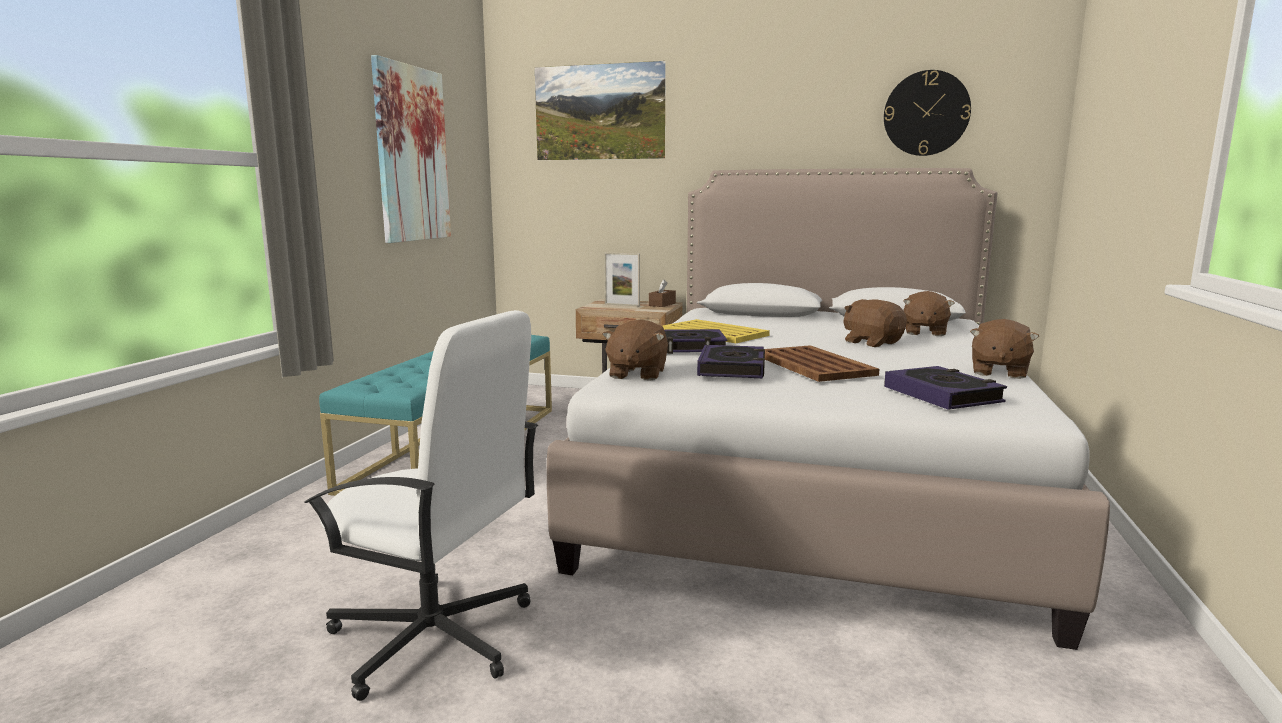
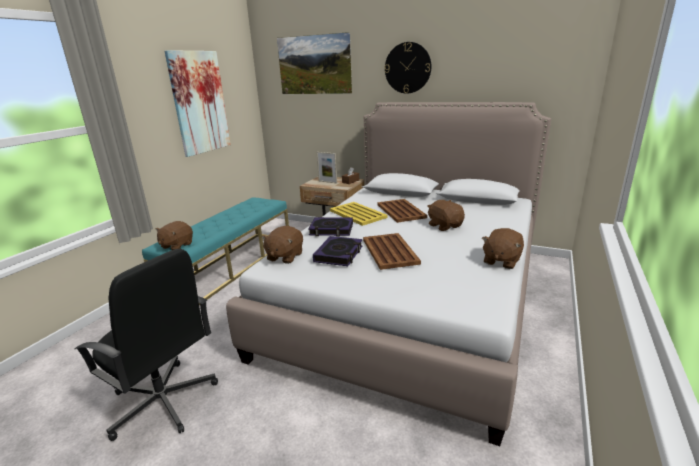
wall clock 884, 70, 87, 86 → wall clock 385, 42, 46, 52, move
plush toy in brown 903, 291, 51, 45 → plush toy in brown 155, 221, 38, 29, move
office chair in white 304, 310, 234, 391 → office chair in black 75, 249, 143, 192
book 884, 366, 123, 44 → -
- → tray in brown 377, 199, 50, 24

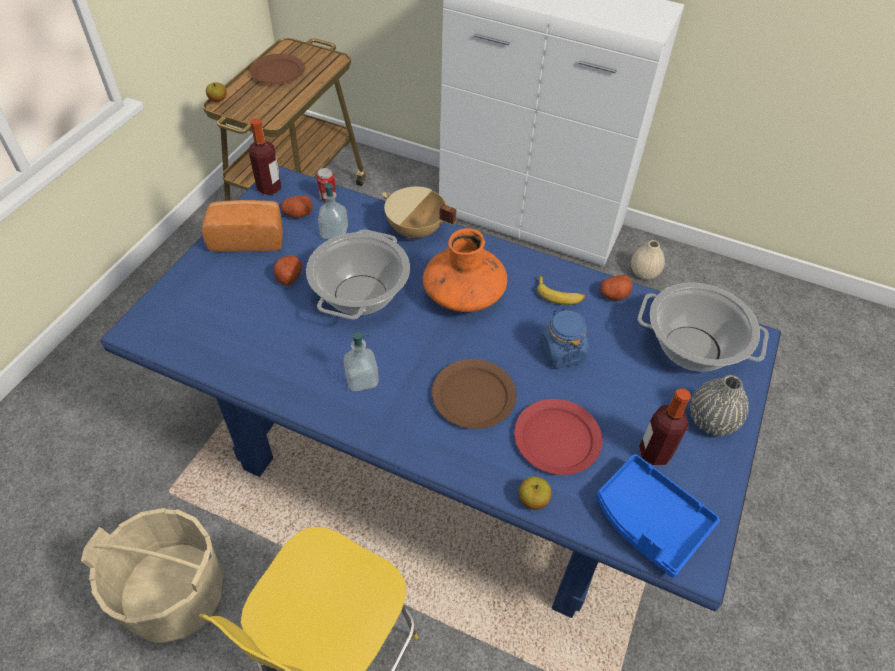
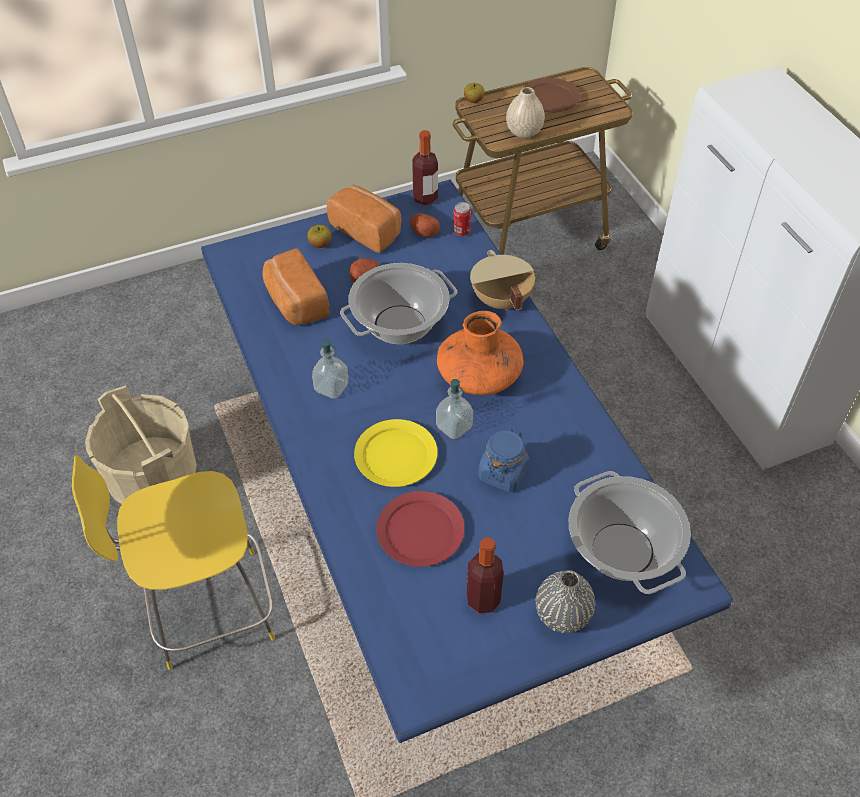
soap dispenser 318, 183, 30, 56 → soap dispenser 436, 379, 37, 60, move
vase in beige 631, 240, 34, 40 → vase in beige 506, 87, 39, 51, move
potato 600, 275, 33, 26 → -
banana 537, 276, 49, 29 → -
plate in brown 432, 359, 84, 70 → plate in yellow 354, 419, 84, 68
tray in blue 596, 454, 124, 124 → -
apple 519, 477, 33, 33 → apple 307, 225, 25, 23, move
- → bread 262, 248, 67, 77

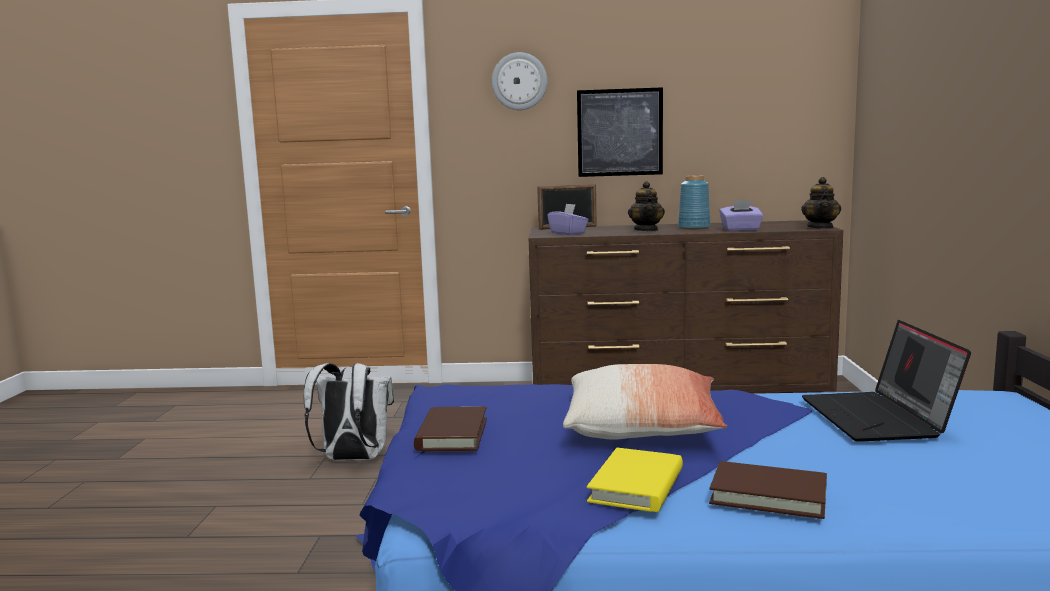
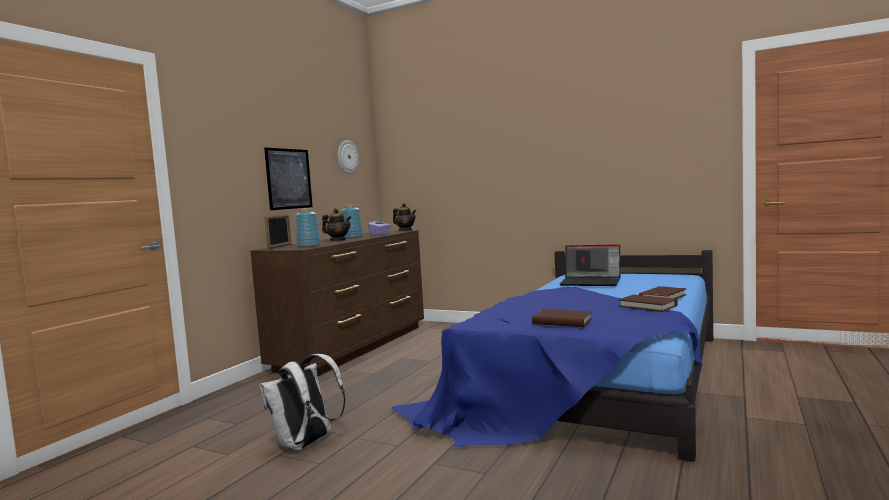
wall clock 492, 52, 56, 58 → wall clock 338, 140, 21, 34, move
tissue box in purple 547, 204, 41, 31 → vase in blue 296, 208, 25, 40
pillow 563, 364, 164, 76 → -
book in yellow 587, 448, 96, 64 → book in brown 619, 295, 59, 17

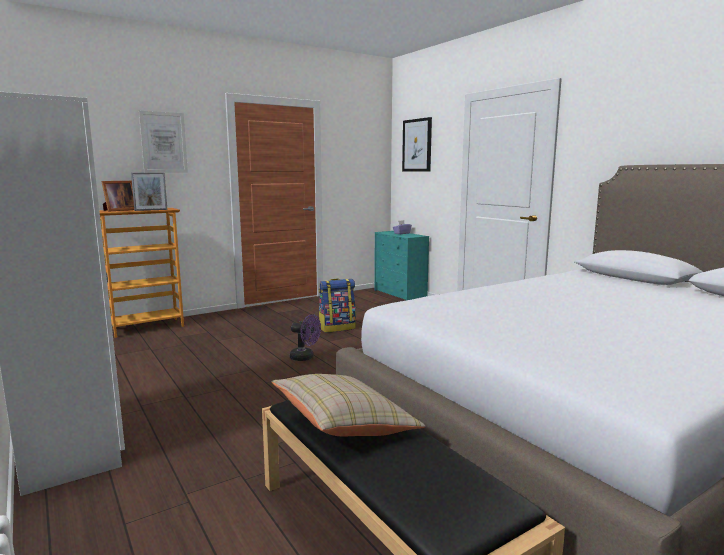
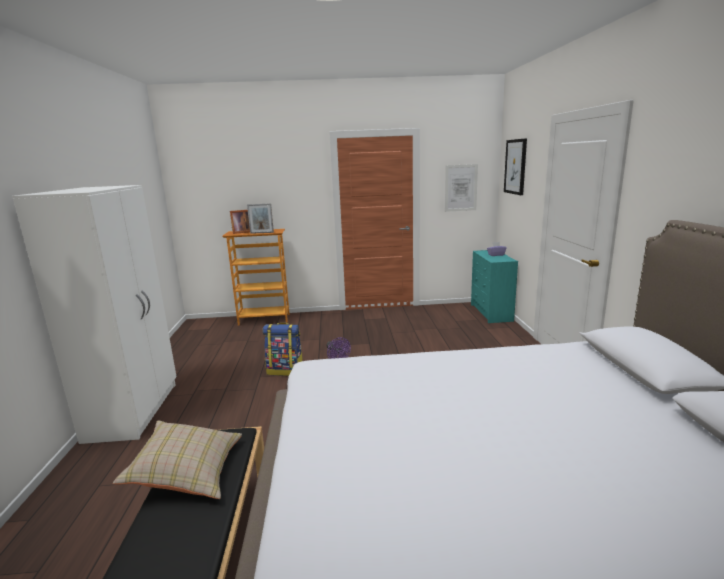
picture 139, 111, 49, 62 → picture 445, 164, 33, 48, move
backpack 319, 279, 37, 54 → backpack 262, 322, 41, 54, move

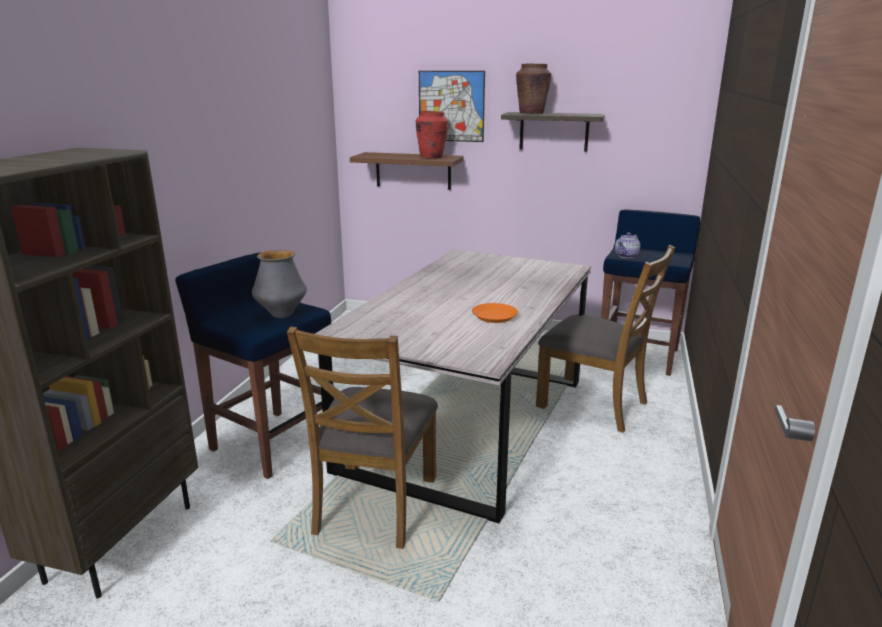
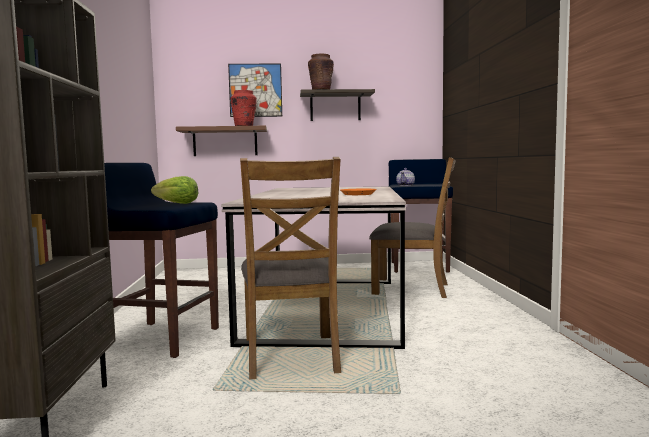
vase 252, 250, 55, 68 → lettuce 151, 176, 47, 28

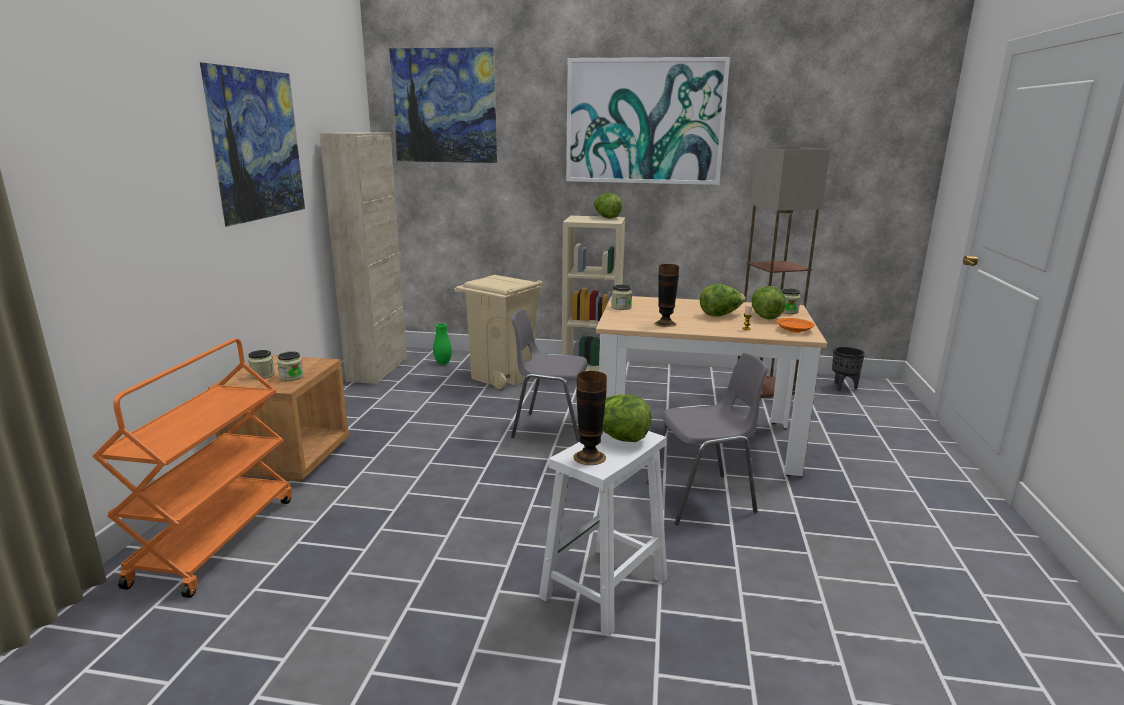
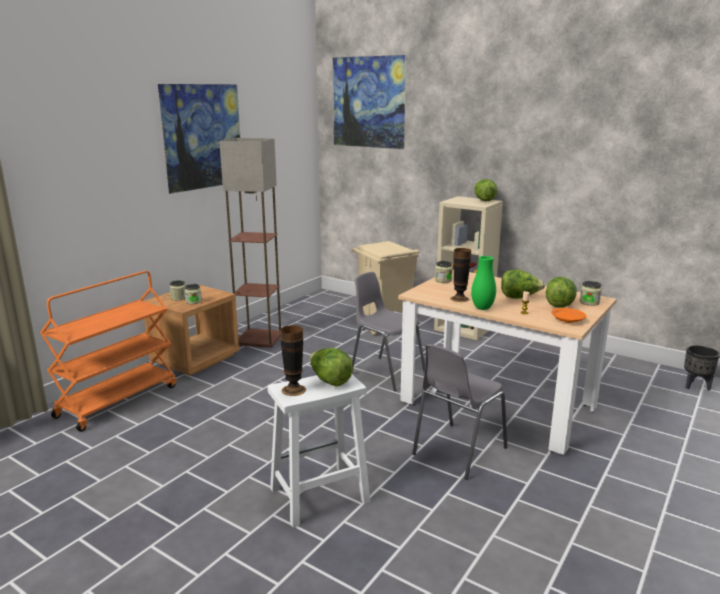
picture 566, 57, 164, 128 → -
cabinet in beige 320, 132, 87, 252 → -
floor lamp 737, 147, 93, 251 → floor lamp 219, 138, 62, 210, move
vase in green 433, 323, 19, 41 → vase in green 471, 256, 25, 54, move
chair in grey 646, 353, 122, 172 → chair in grey 412, 344, 95, 136, 120 degrees clockwise

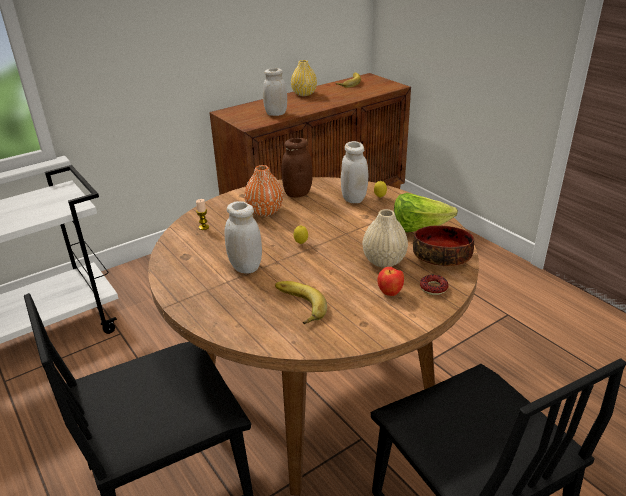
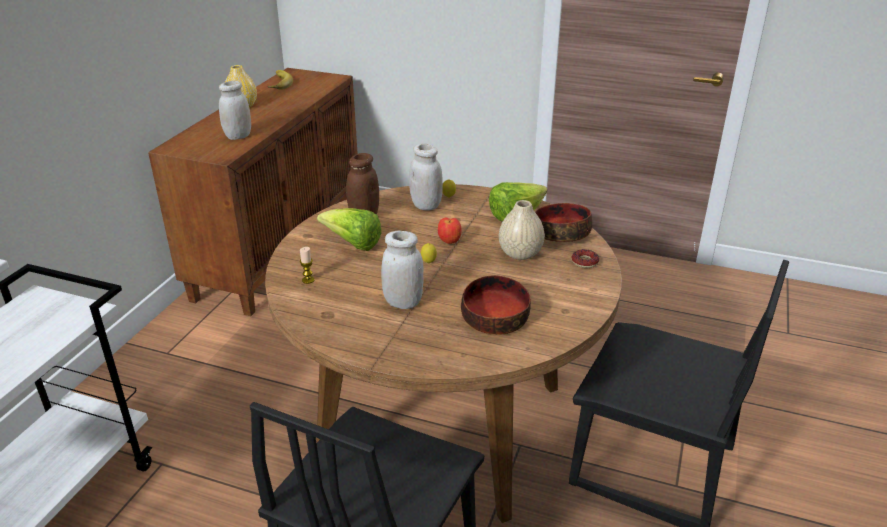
vase in orange 244, 165, 39, 51 → lettuce 317, 208, 64, 43
apple 378, 267, 26, 29 → apple 438, 218, 24, 26, move
banana 275, 281, 52, 43 → bowl 461, 275, 70, 60

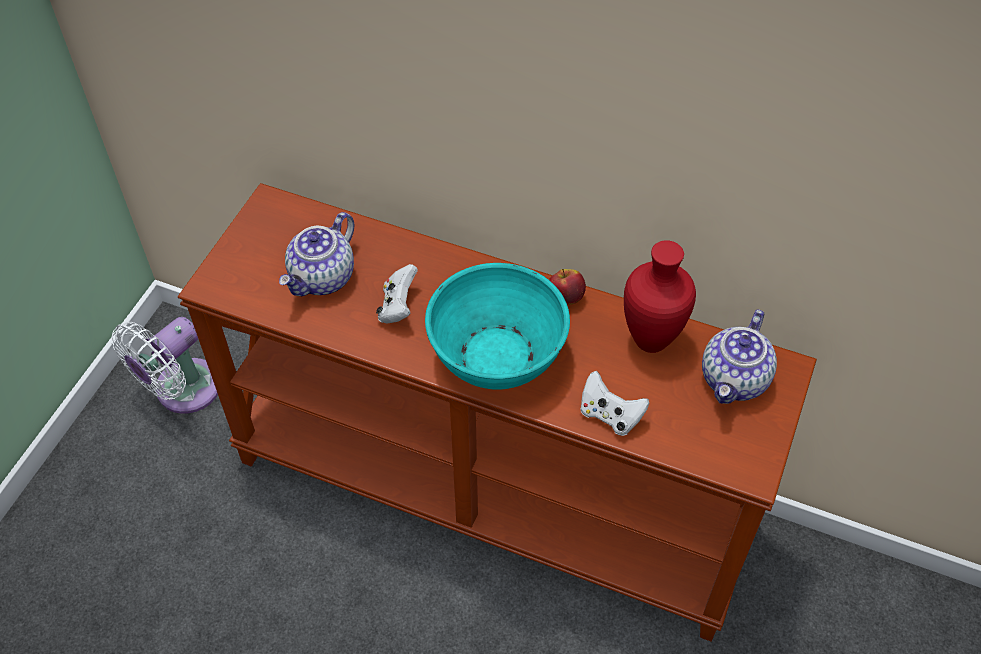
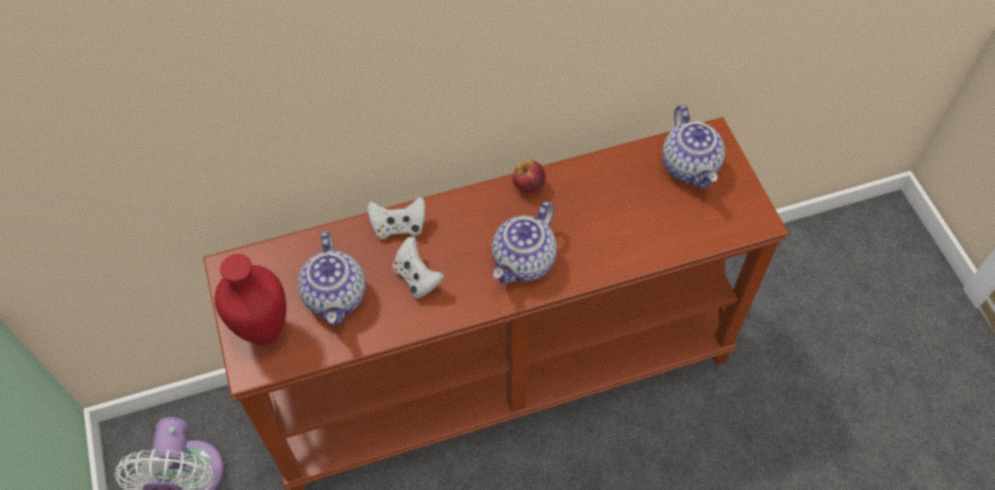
vase in red 624, 240, 72, 113 → vase in red 215, 254, 71, 91, move
bowl in turquoise 425, 263, 145, 127 → teapot 492, 201, 65, 83
game controller in white 580, 371, 69, 65 → game controller in white 367, 197, 58, 42, move

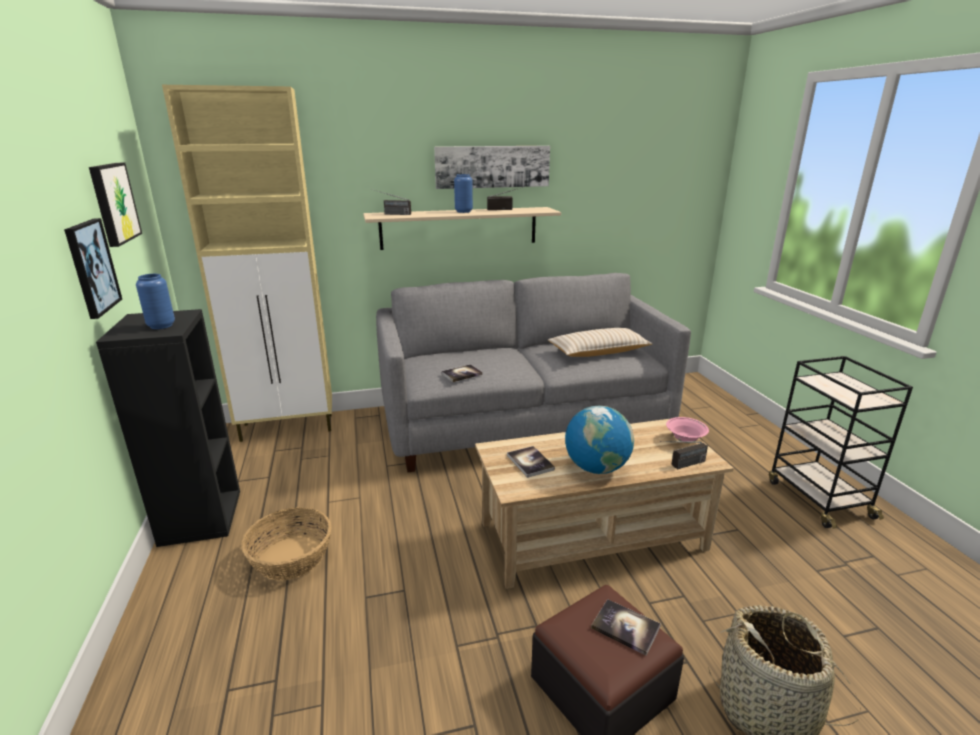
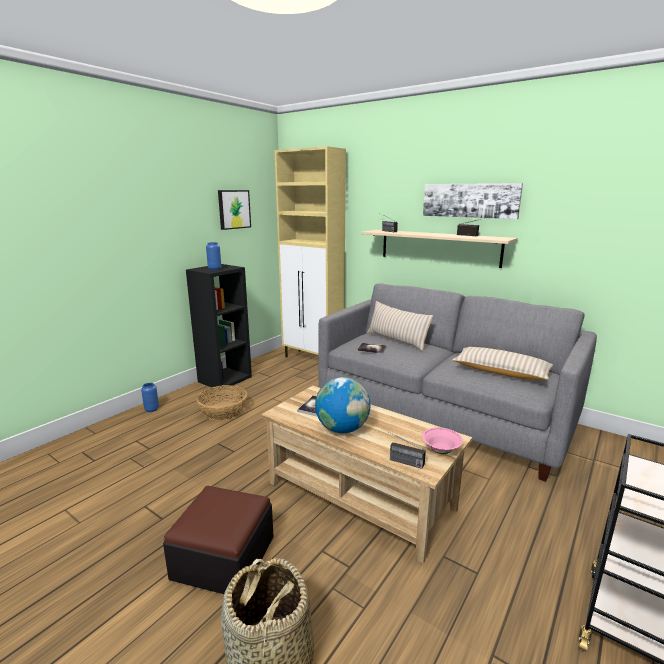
vase in blue 454, 174, 19, 39 → vase in blue 141, 383, 18, 29, move
picture 64, 218, 58, 101 → -
book 591, 599, 70, 57 → -
- → pillow in beige 367, 301, 66, 50

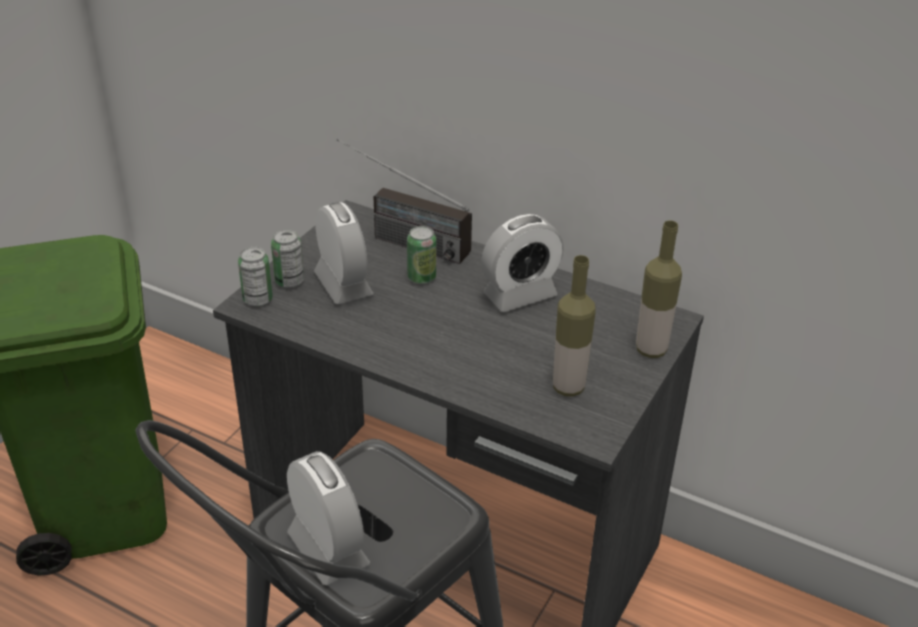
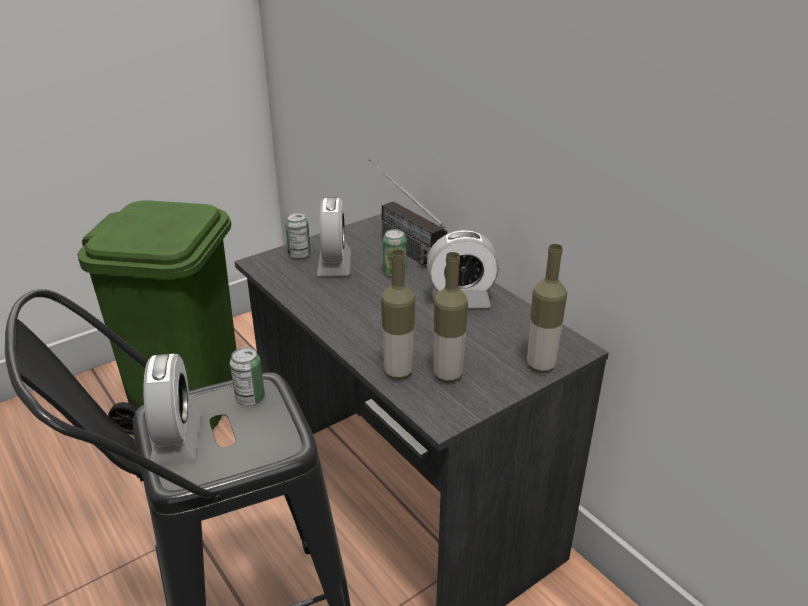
can 238, 247, 35, 59 → can 230, 347, 35, 59, move
- → bottle 381, 249, 34, 131

